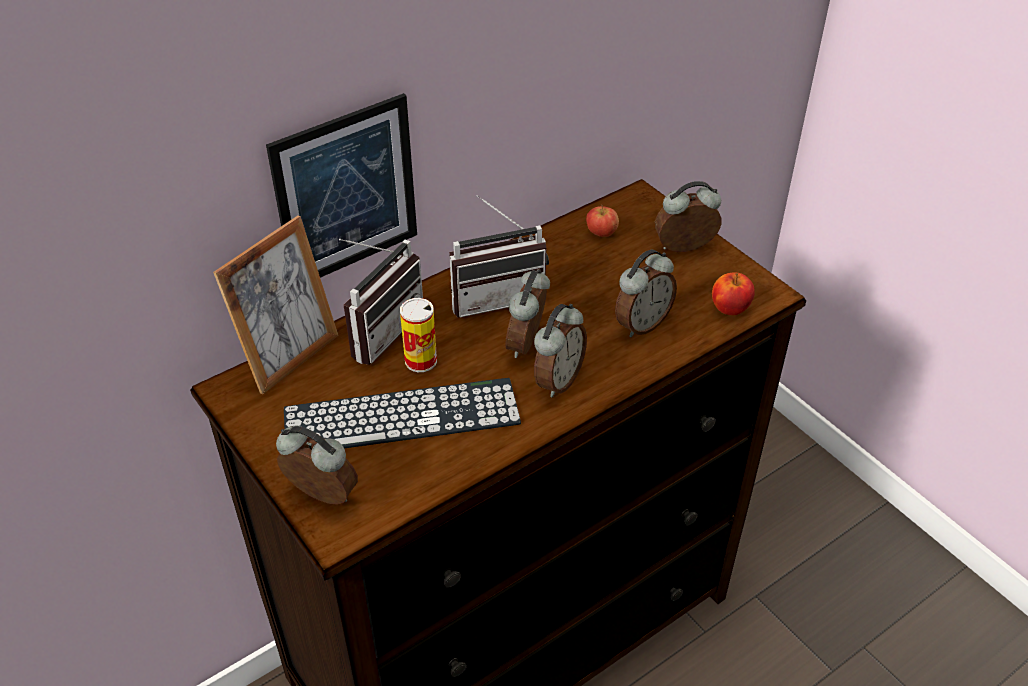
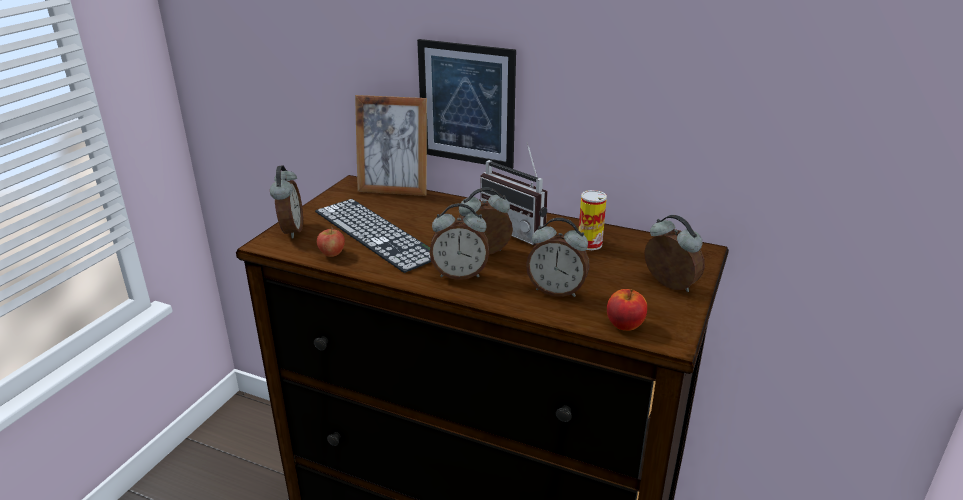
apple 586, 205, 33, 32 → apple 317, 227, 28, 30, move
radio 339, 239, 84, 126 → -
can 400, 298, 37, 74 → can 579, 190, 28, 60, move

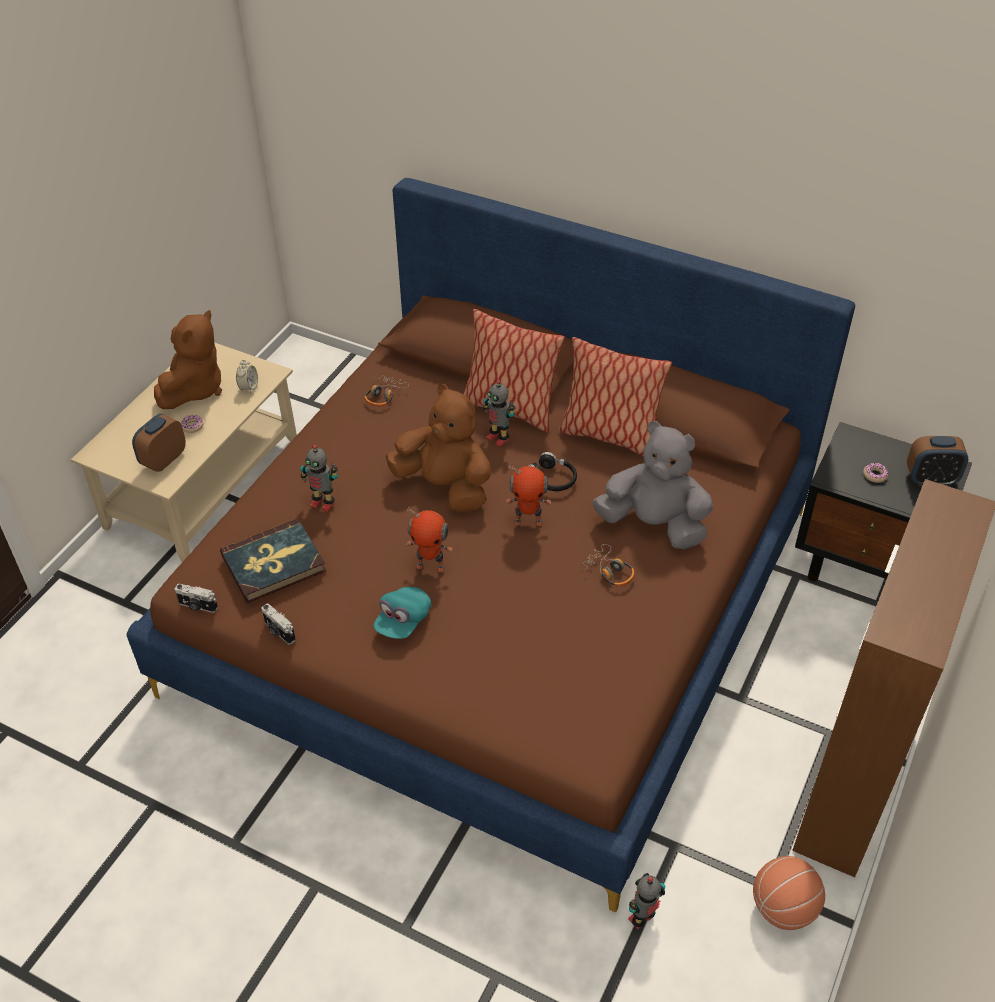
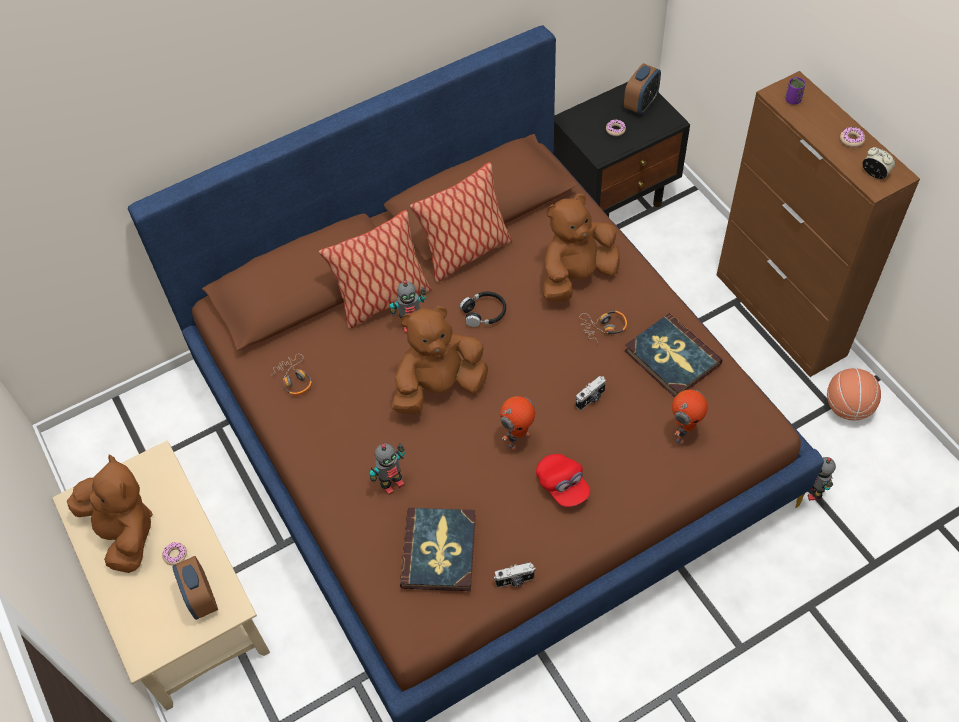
alarm clock 236, 359, 22, 34 → alarm clock 863, 147, 32, 32, move
plush toy in grey 593, 421, 120, 128 → plush toy in brown 543, 194, 77, 108
toy robot 506, 464, 45, 62 → toy robot 672, 390, 36, 54, move
photo camera 175, 583, 43, 30 → photo camera 576, 376, 30, 34, move
cap in turquoise 373, 587, 58, 52 → cap in red 536, 454, 54, 53
- → cup in purple 785, 77, 21, 28
- → donut 840, 127, 25, 20
- → book 624, 313, 98, 84

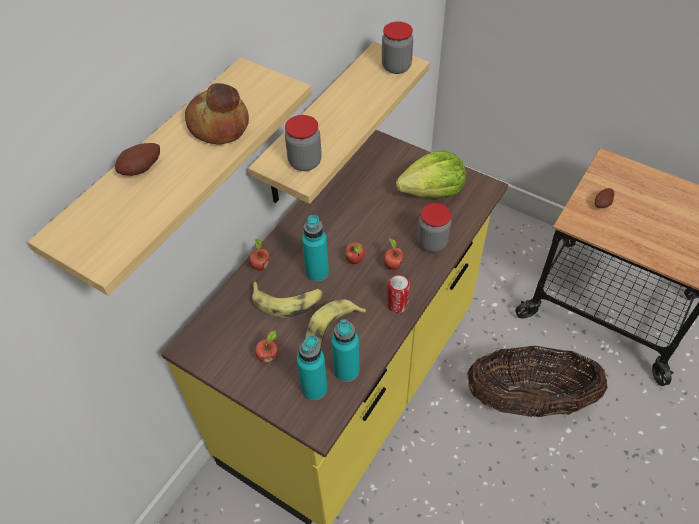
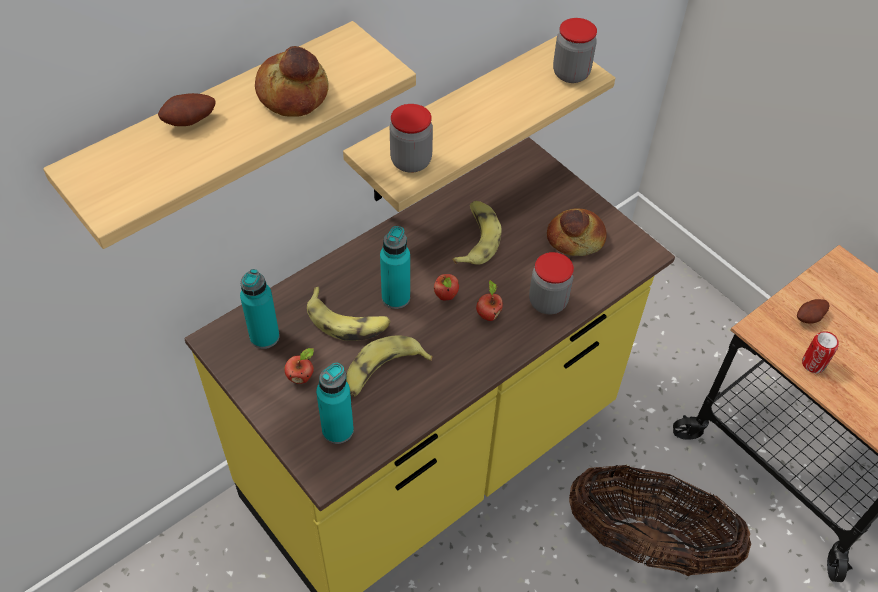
lettuce 396, 150, 70, 48 → bread 547, 209, 60, 47
apple 249, 238, 21, 32 → -
can 387, 275, 23, 38 → can 802, 331, 37, 42, move
bottle in turquoise 331, 319, 28, 63 → bottle in turquoise 240, 269, 40, 80, move
- → banana 452, 201, 49, 64

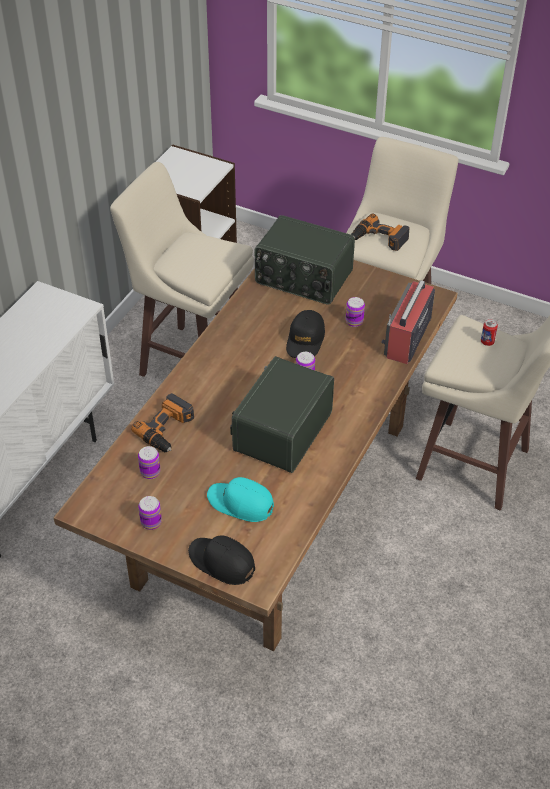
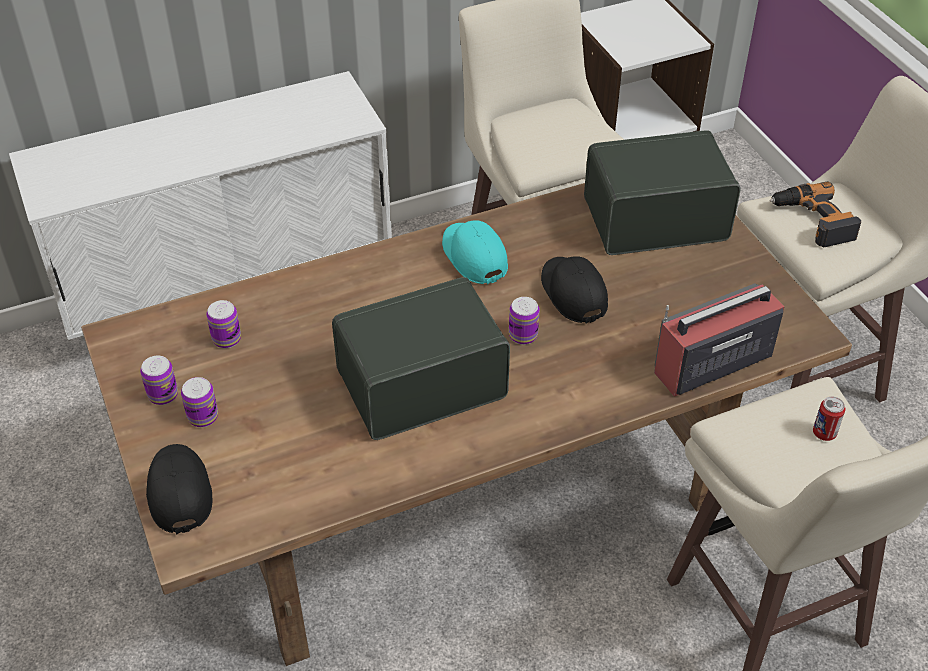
radio 255, 215, 100, 90 → radio 584, 130, 157, 125, 105 degrees clockwise
can 346, 297, 19, 30 → can 181, 377, 37, 50, move
cap in black 286, 310, 39, 48 → cap in black 541, 256, 67, 68, 105 degrees clockwise
power drill 131, 393, 63, 59 → -
cap in turquoise 207, 477, 67, 45 → cap in turquoise 442, 220, 66, 65, move

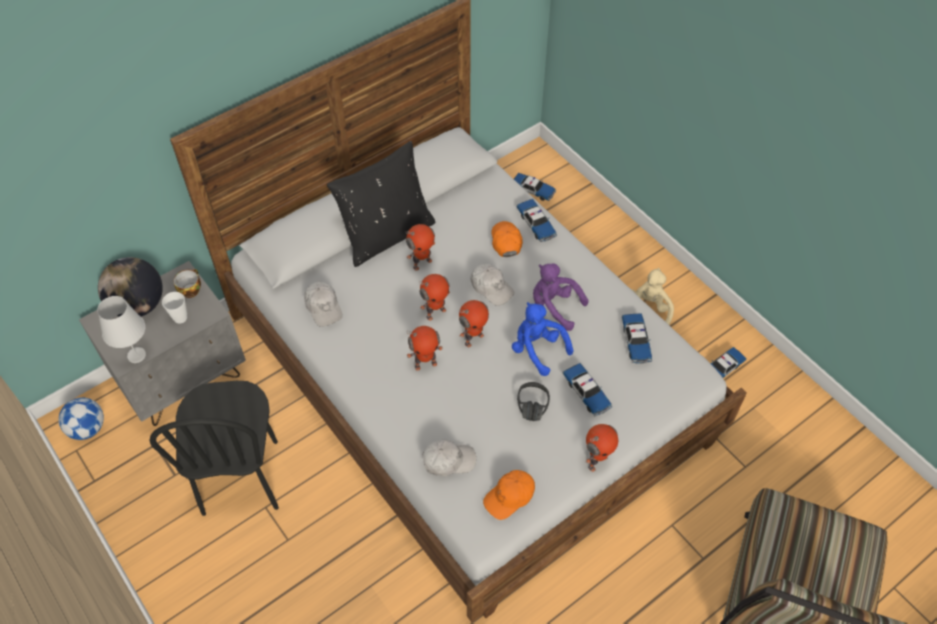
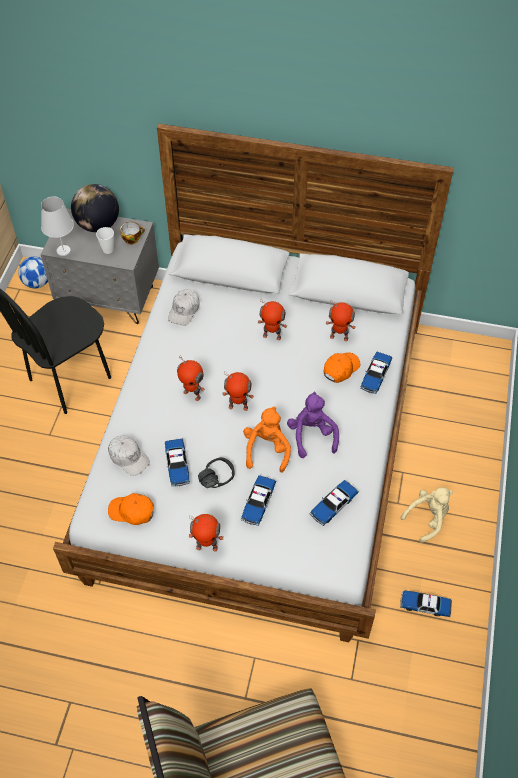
pillow in black 327, 141, 108, 126 → -
toy car 514, 173, 42, 28 → toy car 165, 439, 25, 47, move
cap in white 470, 264, 45, 42 → -
toy robot 419, 274, 31, 47 → toy robot 326, 300, 29, 41, move
plush toy in blue 512, 302, 62, 74 → plush toy in orange 243, 407, 48, 65

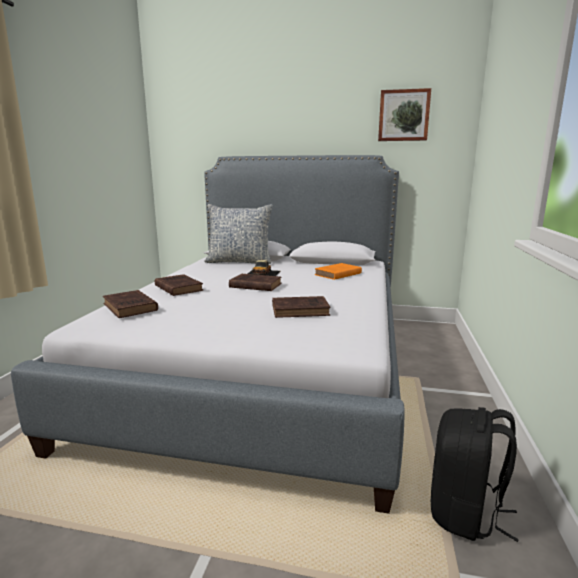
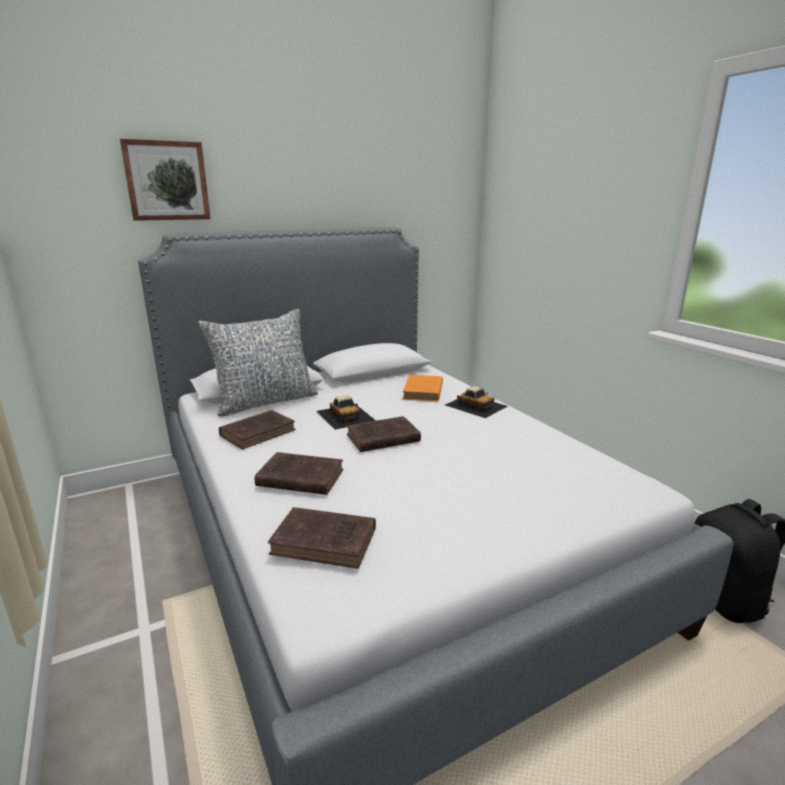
picture 378, 88, 53, 53 → picture 120, 139, 91, 82, move
book in brown 272, 296, 58, 22 → book in brown 219, 410, 77, 40, move
- → toy car 445, 386, 63, 32

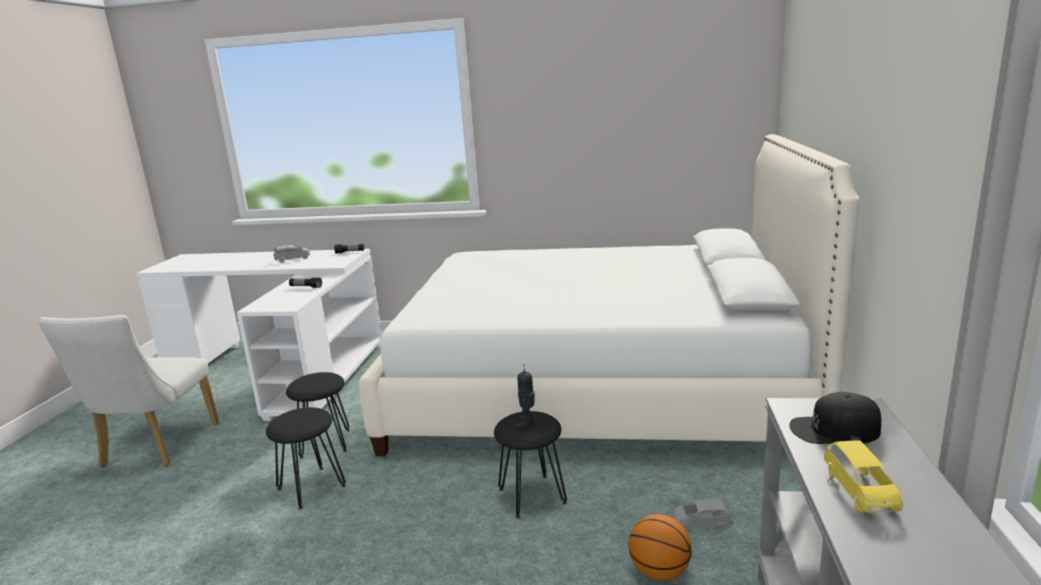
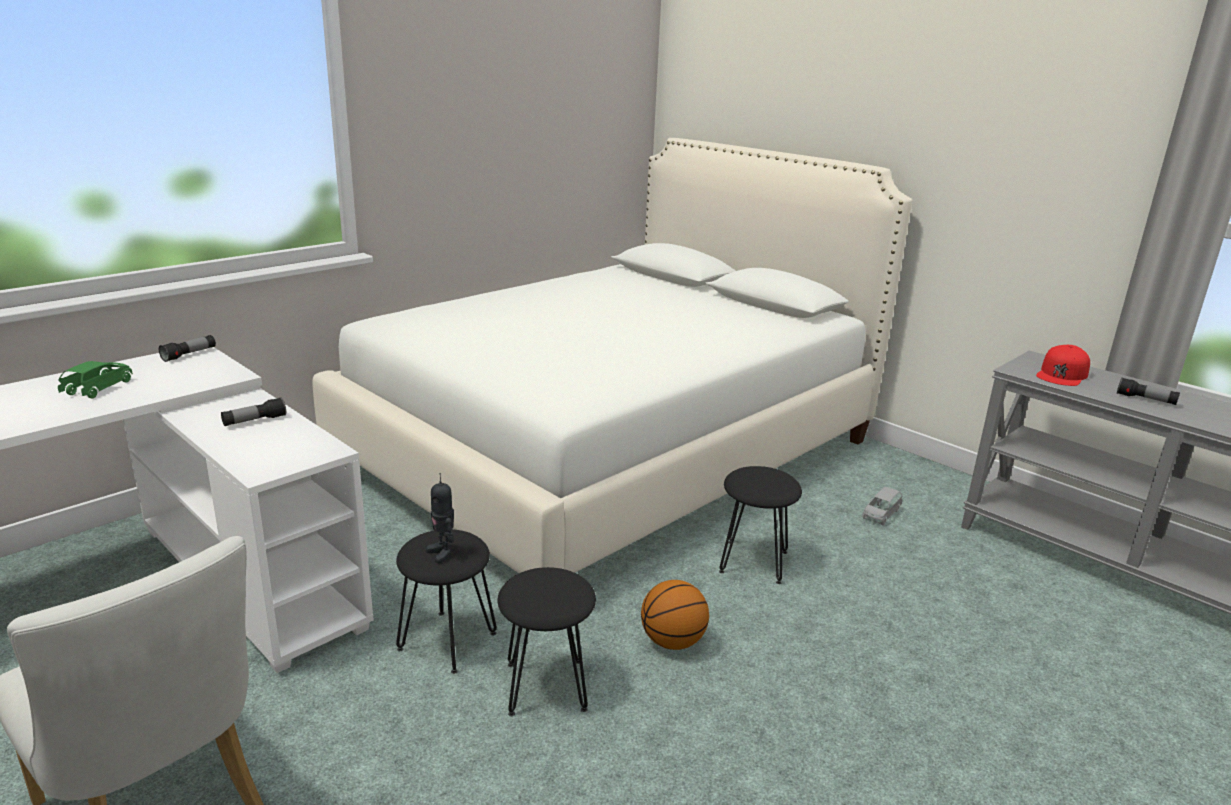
toy car in grey 273, 245, 37, 18 → toy car in green 58, 361, 75, 37
toy robot 516, 364, 19, 65 → toy robot 426, 473, 28, 91, move
cap in black 790, 392, 91, 52 → cap in red 1036, 345, 54, 41
toy car in yellow 824, 440, 79, 73 → flashlight 1117, 377, 63, 28
basketball 628, 514, 64, 67 → basketball 641, 580, 68, 70, move

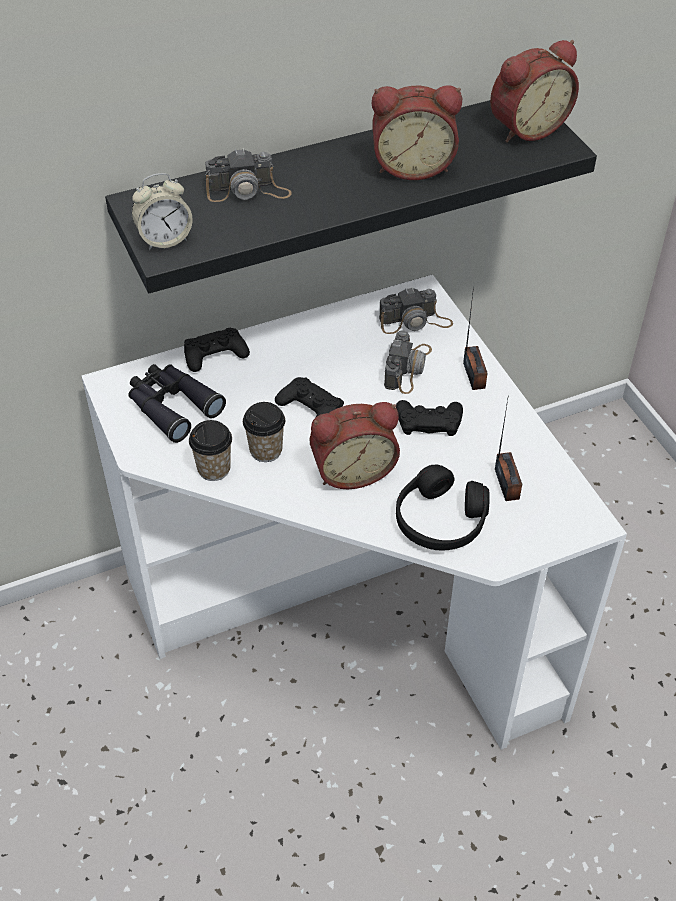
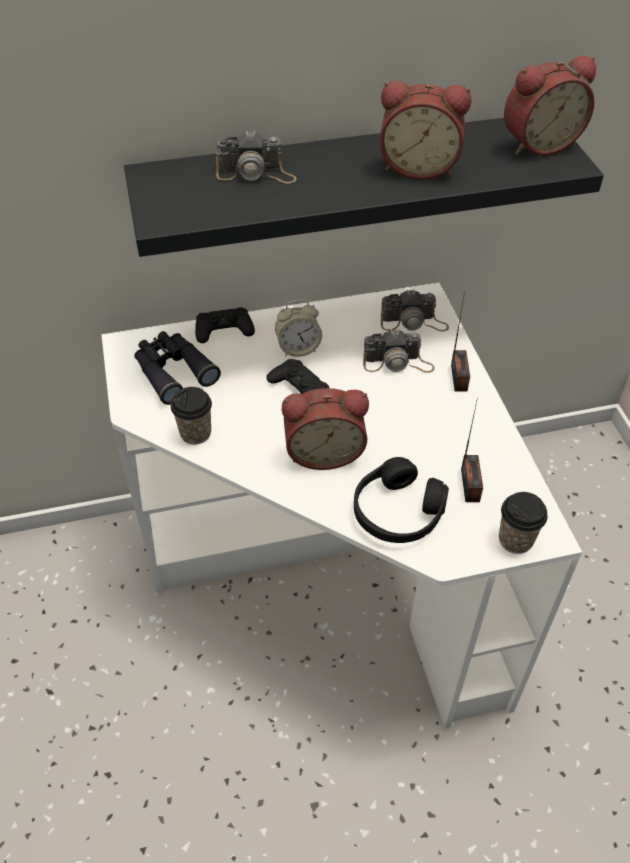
alarm clock 131, 173, 62, 77 → alarm clock 275, 300, 47, 57, move
photo camera 384, 330, 48, 64 → photo camera 363, 329, 72, 44, 60 degrees clockwise
game controller in black 396, 400, 67, 36 → -
cup 243, 402, 42, 60 → cup 499, 492, 49, 62, move

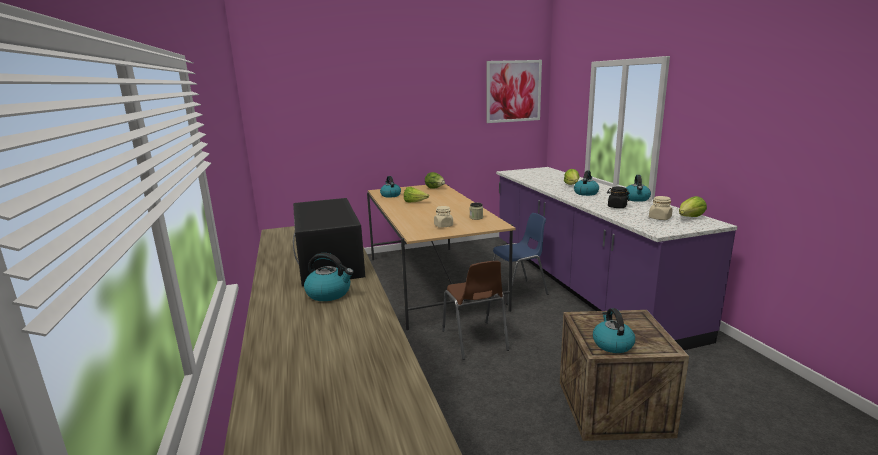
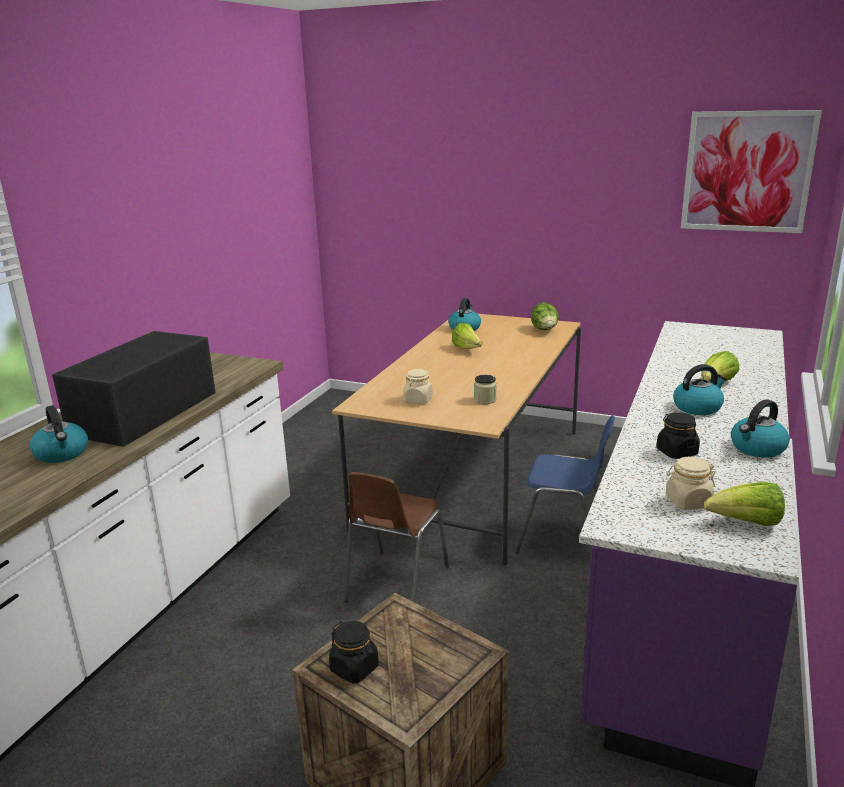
kettle 593, 308, 42, 45 → jar in black 329, 621, 50, 62

